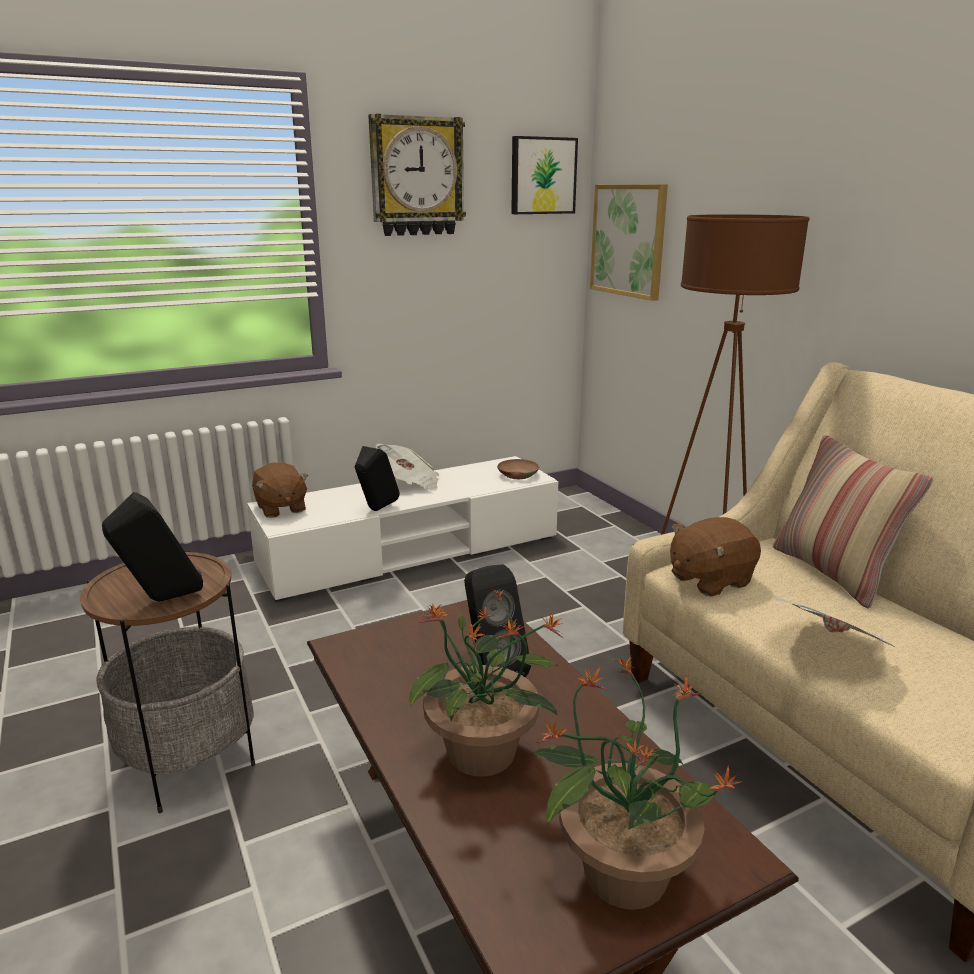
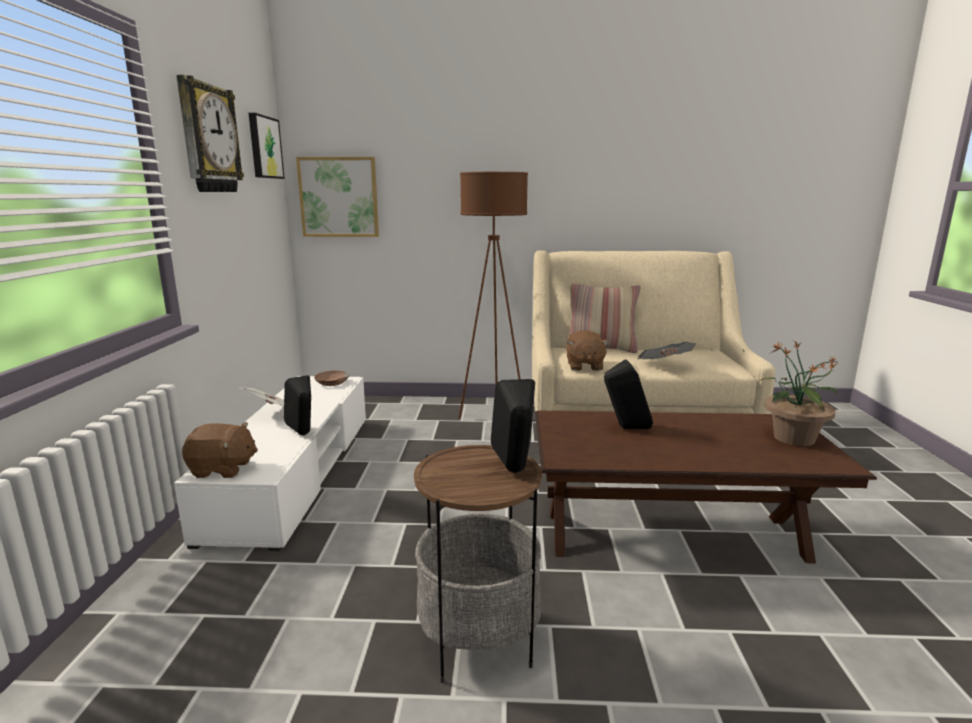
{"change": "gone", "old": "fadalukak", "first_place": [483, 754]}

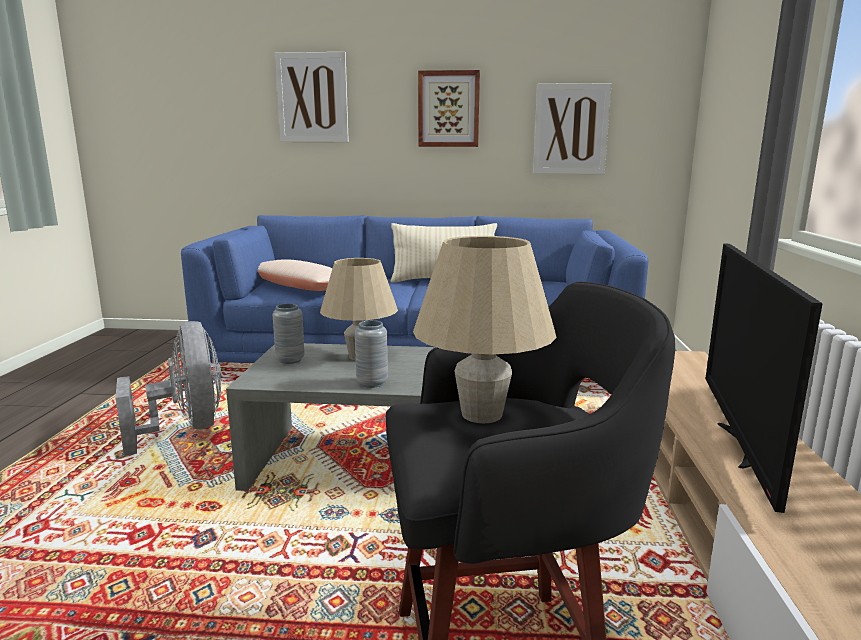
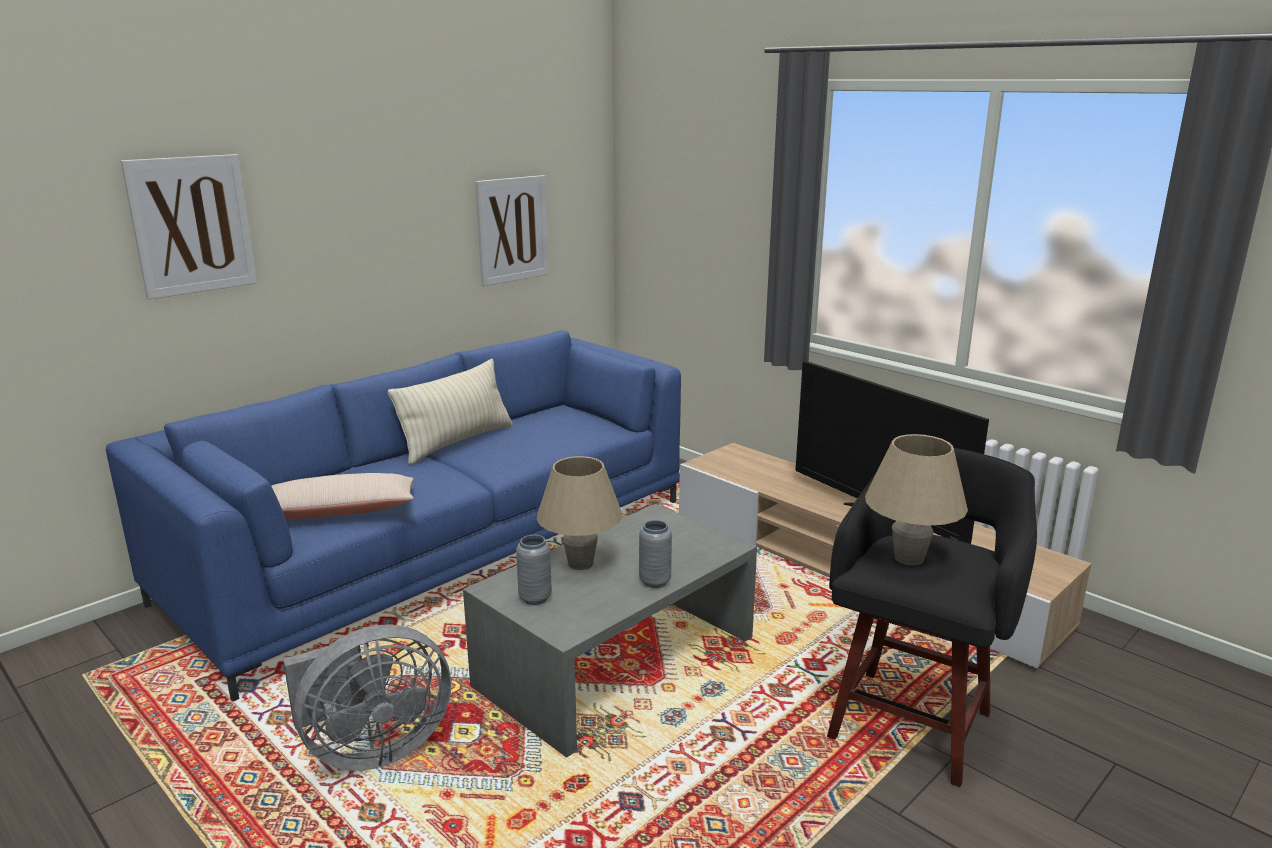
{"change": "rotated", "old": "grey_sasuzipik", "first_place": [187, 428], "second_place": [371, 749], "degrees": 135}
{"change": "gone", "old": "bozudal", "first_place": [448, 109]}

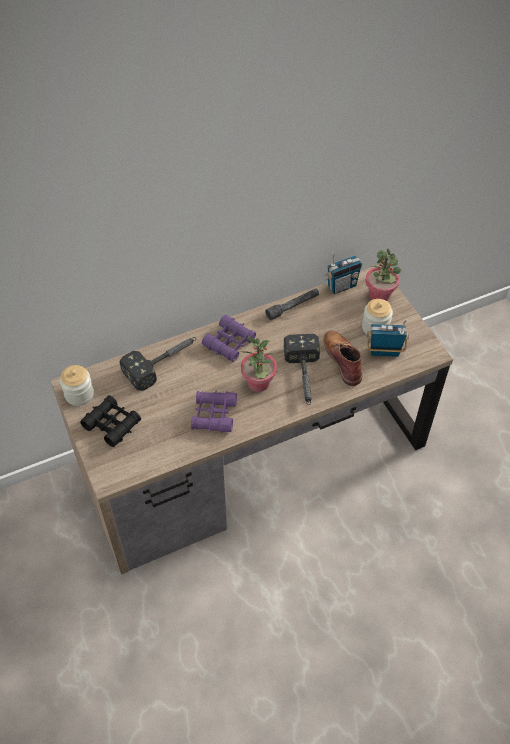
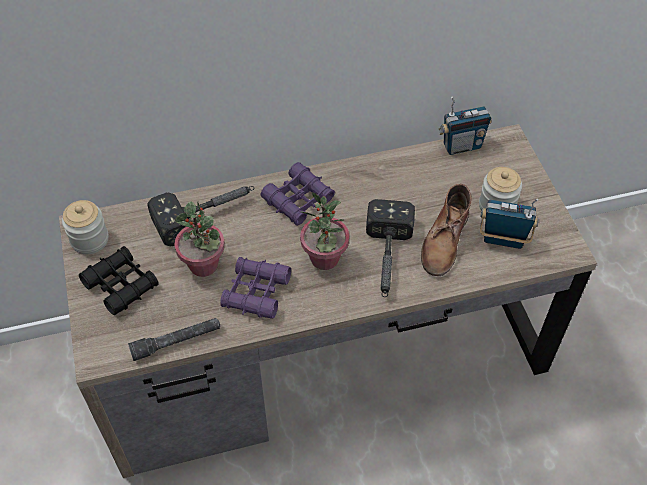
{"change": "shifted", "old": "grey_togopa", "first_place": [293, 307], "second_place": [176, 342]}
{"change": "rotated", "old": "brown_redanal", "first_place": [342, 359], "second_place": [444, 241], "degrees": -150}
{"change": "shifted", "old": "fadalukak", "first_place": [379, 296], "second_place": [204, 265]}

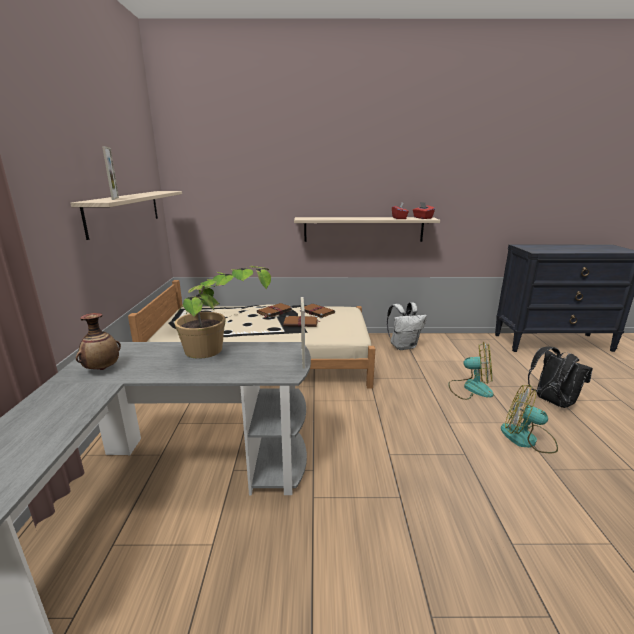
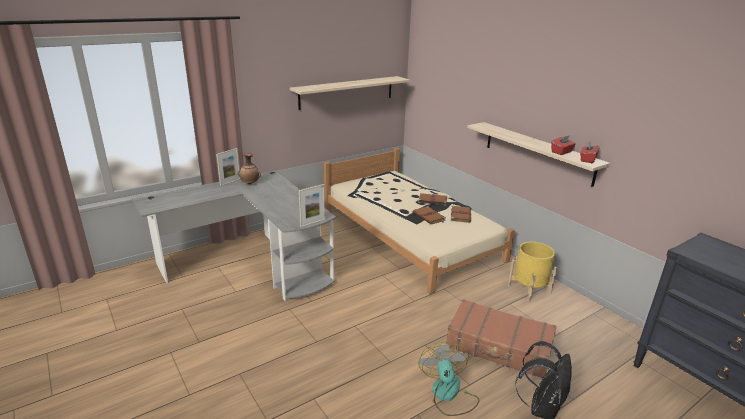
{"change": "shifted", "old": "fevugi", "first_place": [115, 198], "second_place": [230, 182]}
{"change": "gone", "old": "fadalukak", "first_place": [221, 353]}
{"change": "swapped", "old": "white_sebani", "new": "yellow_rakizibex", "first_place": [403, 346], "second_place": [529, 289]}
{"change": "swapped", "old": "sasuzipik", "new": "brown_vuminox", "first_place": [470, 388], "second_place": [499, 347]}

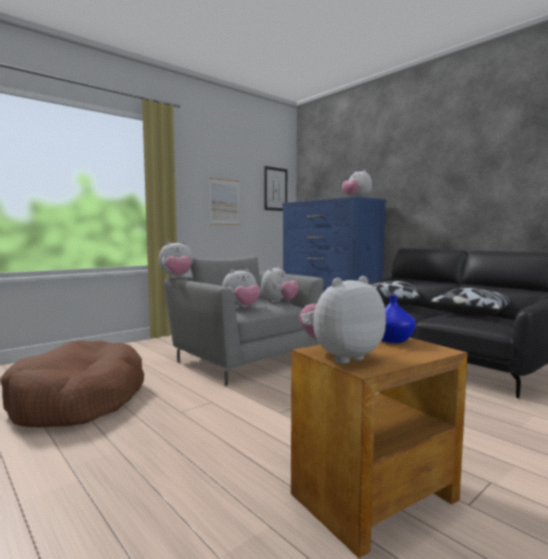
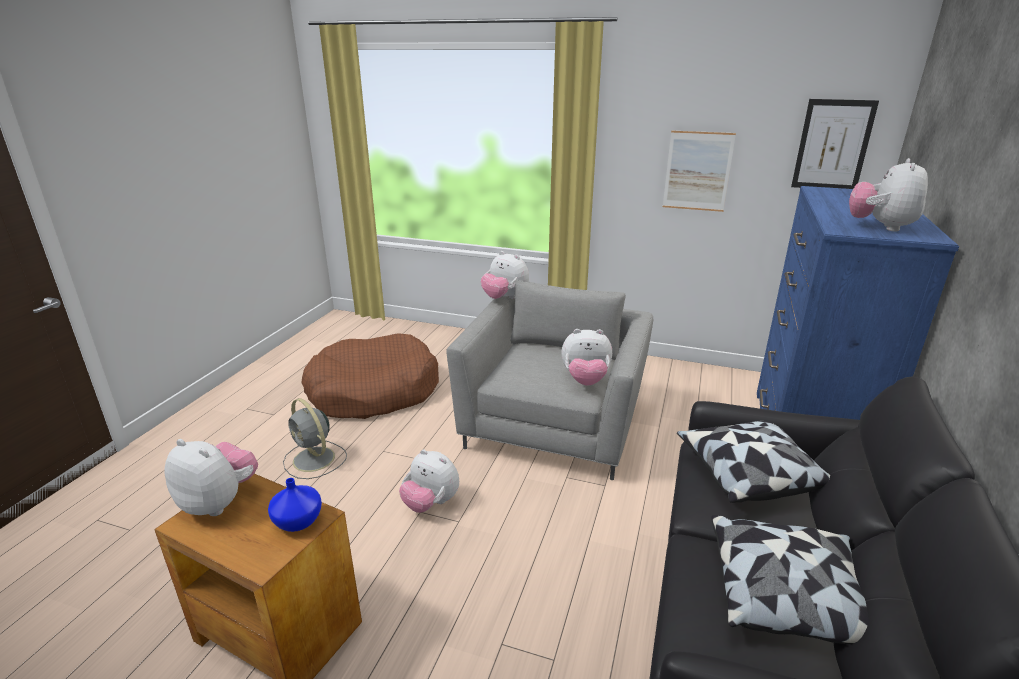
{"change": "shifted", "old": "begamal", "first_place": [242, 308], "second_place": [431, 503]}
{"change": "new", "new": "grey_sasuzipik", "second_place": [315, 460]}

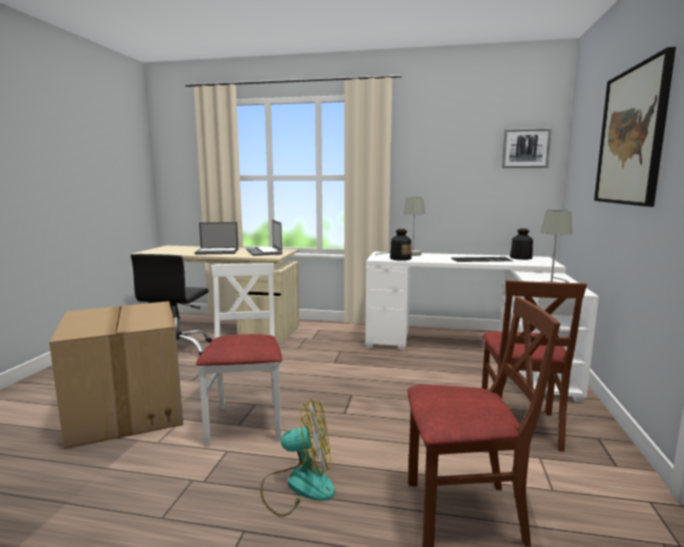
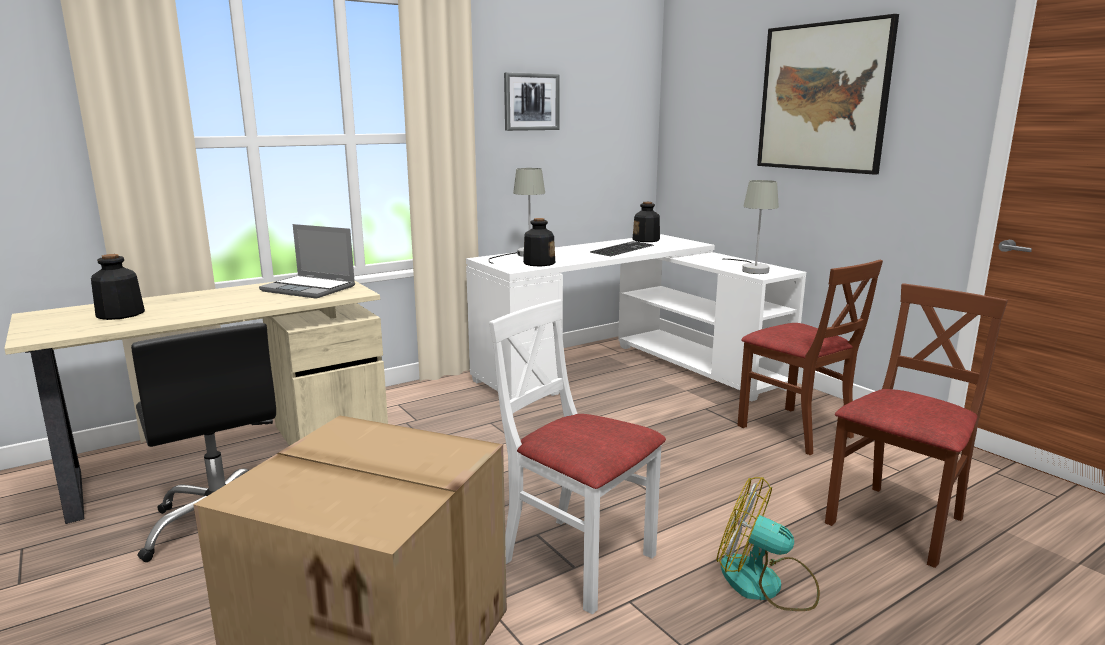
{"change": "gone", "old": "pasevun", "first_place": [218, 251]}
{"change": "rotated", "old": "sasuzipik", "first_place": [298, 485], "second_place": [765, 584], "degrees": -105}
{"change": "shifted", "old": "bozudal", "first_place": [526, 148], "second_place": [531, 102]}
{"change": "new", "new": "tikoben", "second_place": [120, 314]}

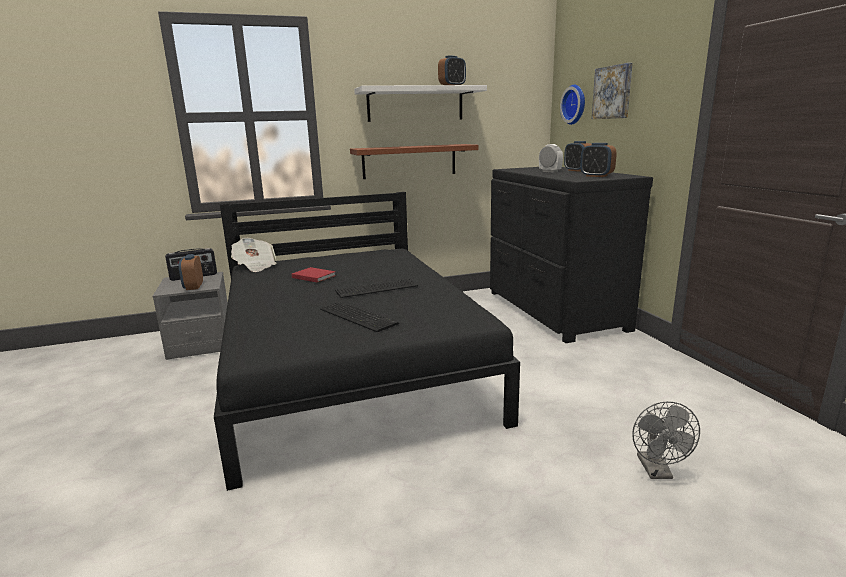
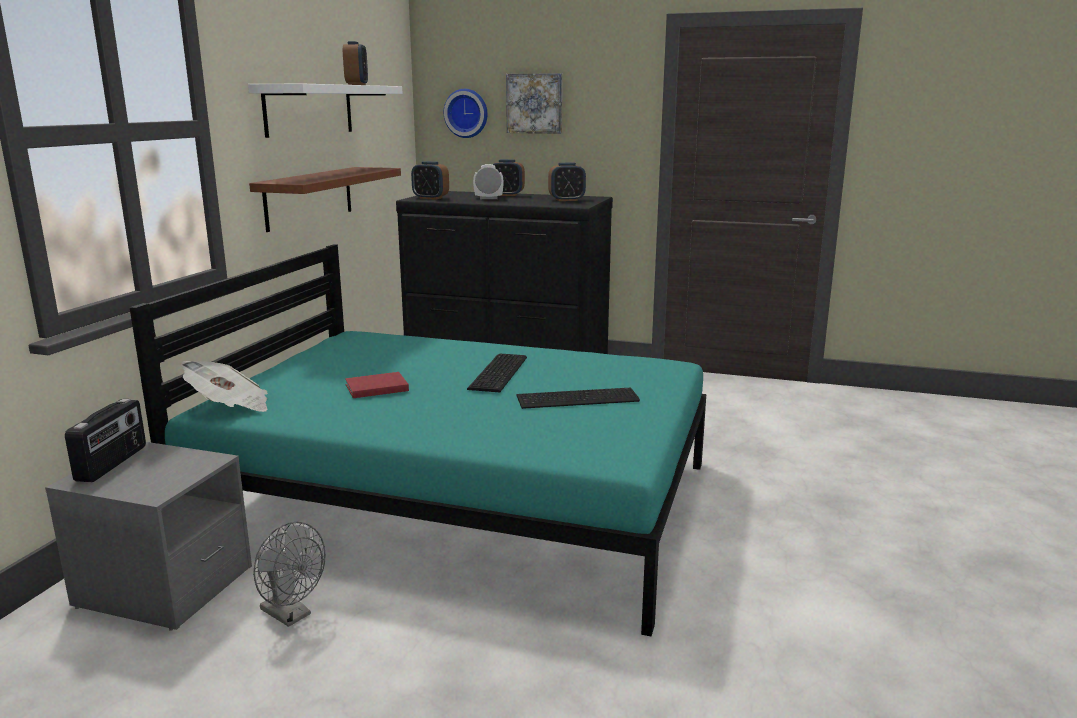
{"change": "shifted", "old": "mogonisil", "first_place": [193, 287], "second_place": [430, 198]}
{"change": "repainted", "old": "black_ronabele", "new": "turquoise_ronabele", "first_place": [349, 366], "second_place": [460, 499]}
{"change": "shifted", "old": "grey_sasuzipik", "first_place": [657, 472], "second_place": [291, 615]}

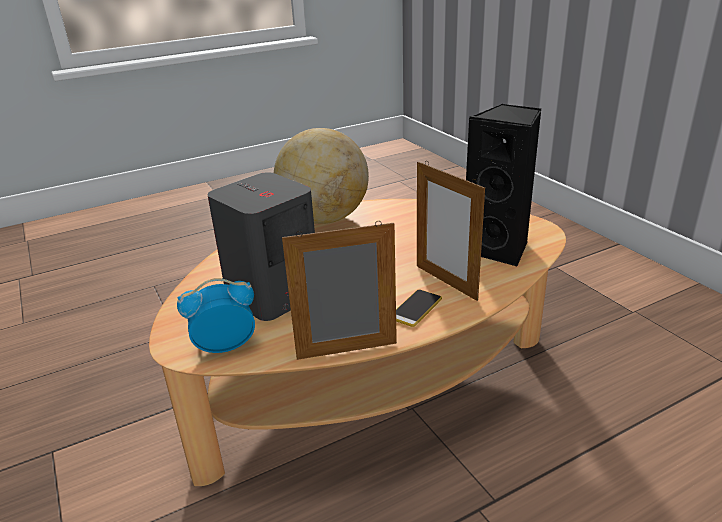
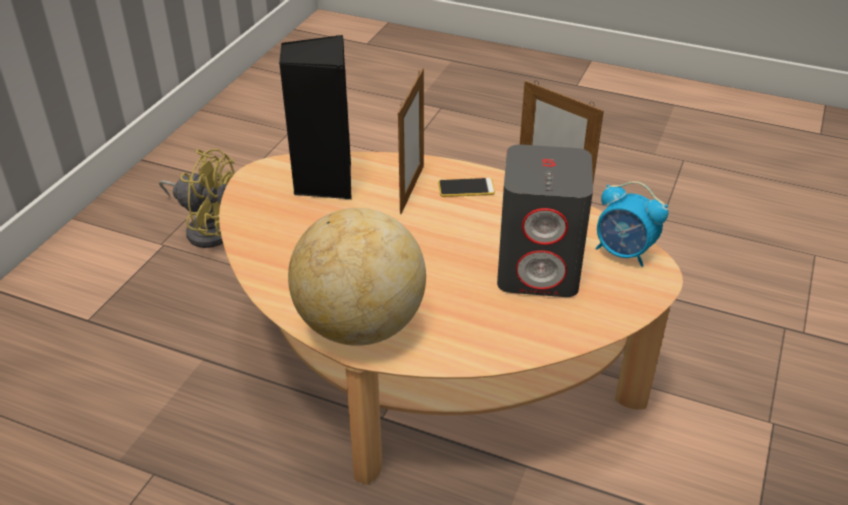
{"change": "new", "new": "yellow_sasuzipik", "second_place": [207, 228]}

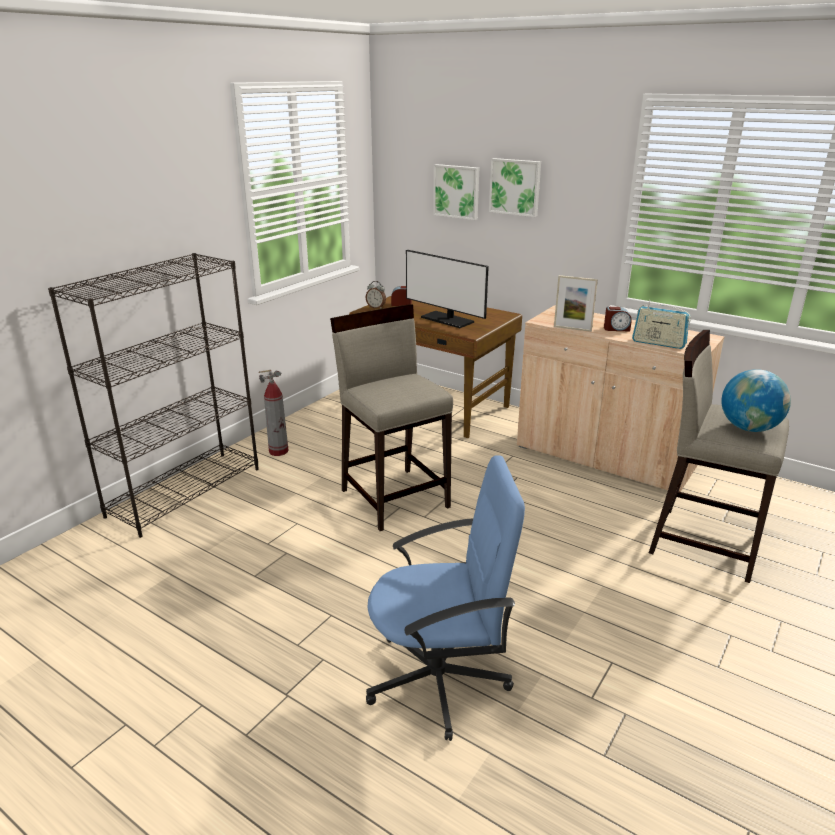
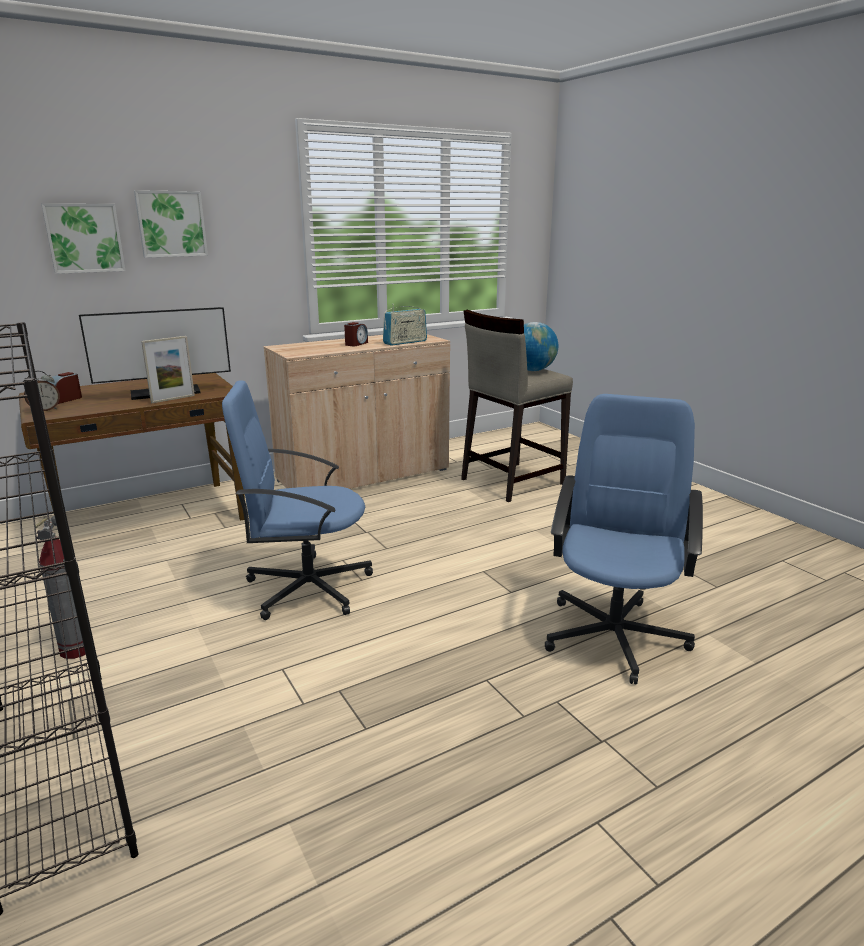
{"change": "swapped", "old": "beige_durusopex", "new": "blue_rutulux", "first_place": [395, 497], "second_place": [306, 587]}
{"change": "shifted", "old": "fevugi", "first_place": [572, 328], "second_place": [173, 399]}

